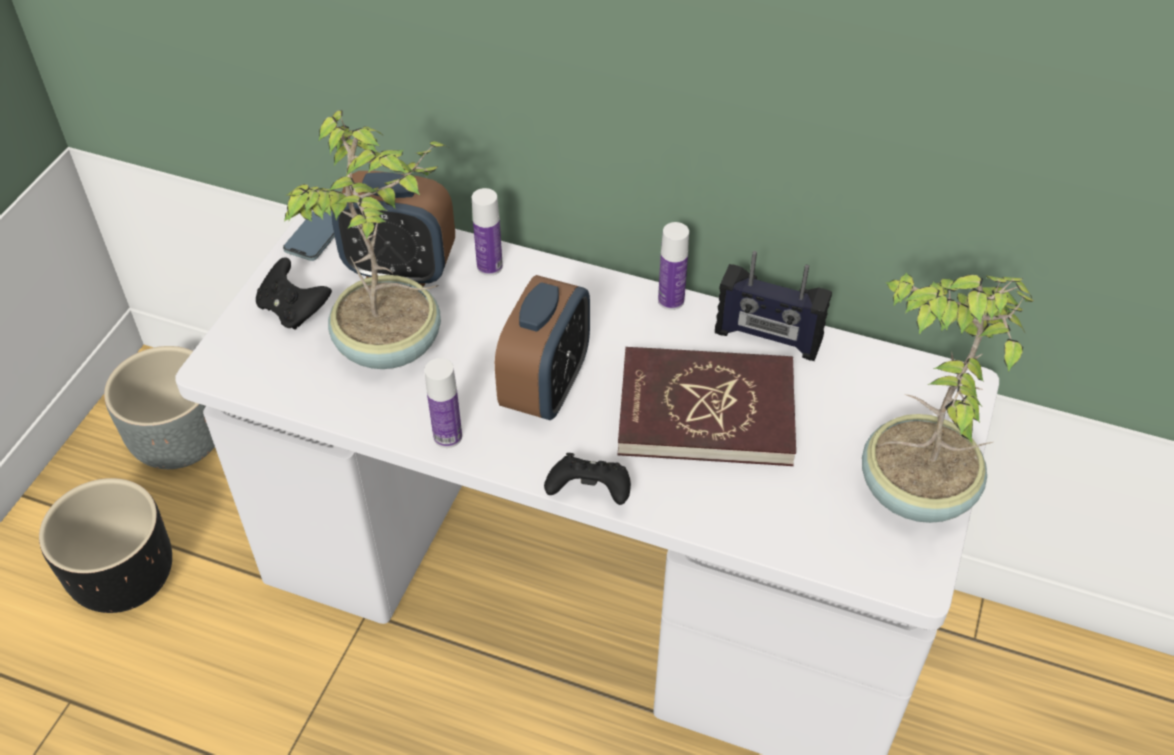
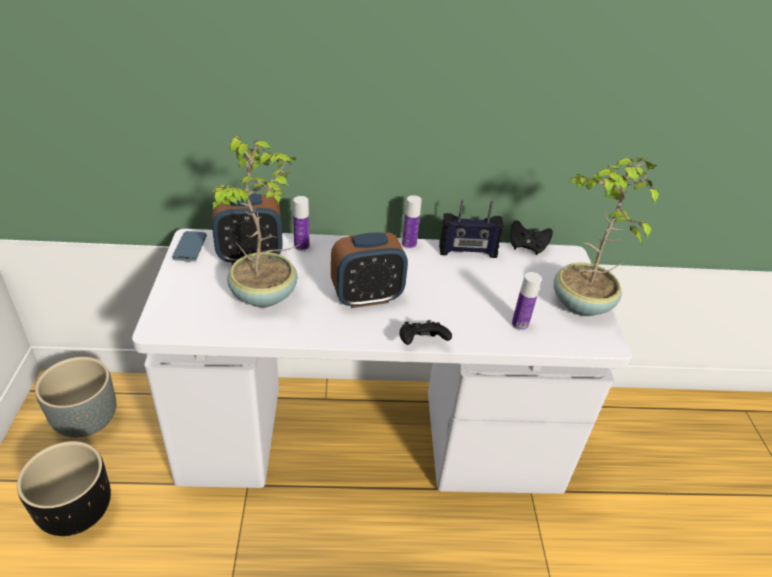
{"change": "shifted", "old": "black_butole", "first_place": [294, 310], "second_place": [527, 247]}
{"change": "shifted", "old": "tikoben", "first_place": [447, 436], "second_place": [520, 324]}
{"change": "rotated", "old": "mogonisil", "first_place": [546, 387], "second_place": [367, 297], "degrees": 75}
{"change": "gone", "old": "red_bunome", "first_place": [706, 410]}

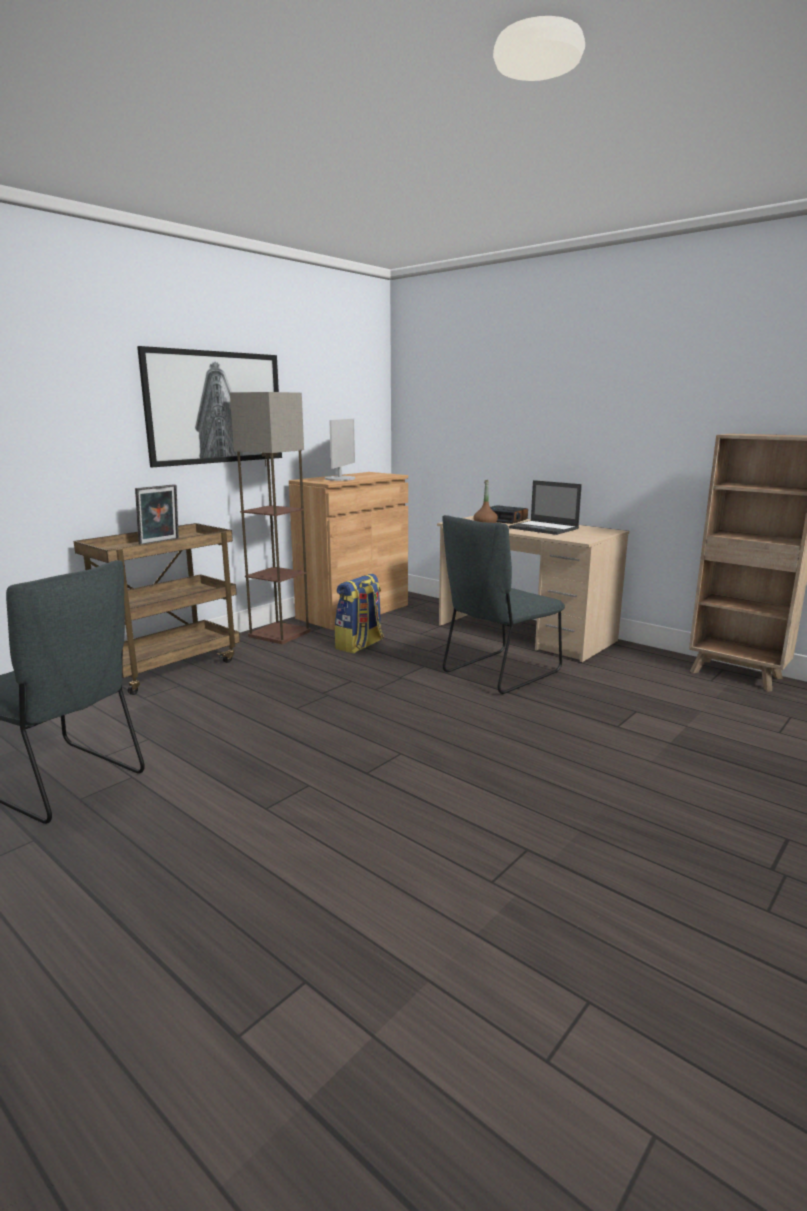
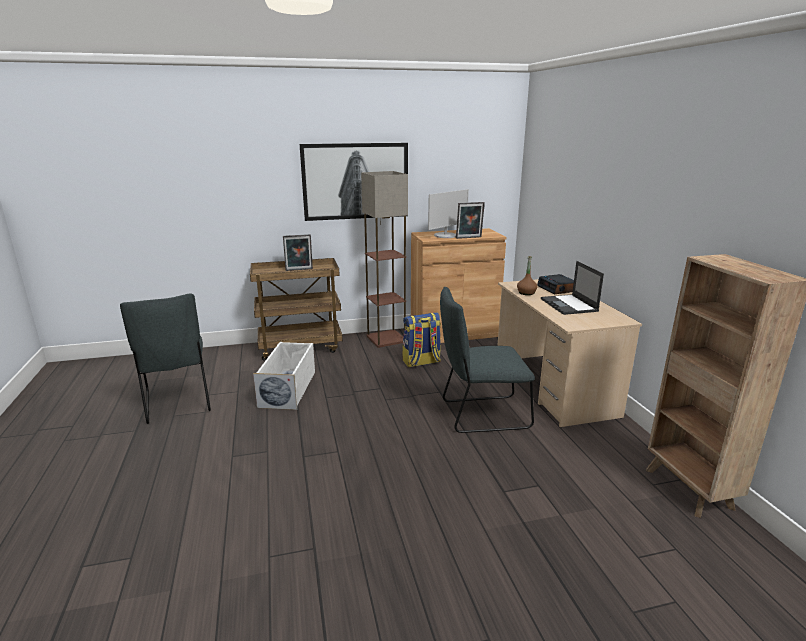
{"change": "new", "new": "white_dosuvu", "second_place": [288, 388]}
{"change": "new", "new": "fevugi", "second_place": [469, 238]}

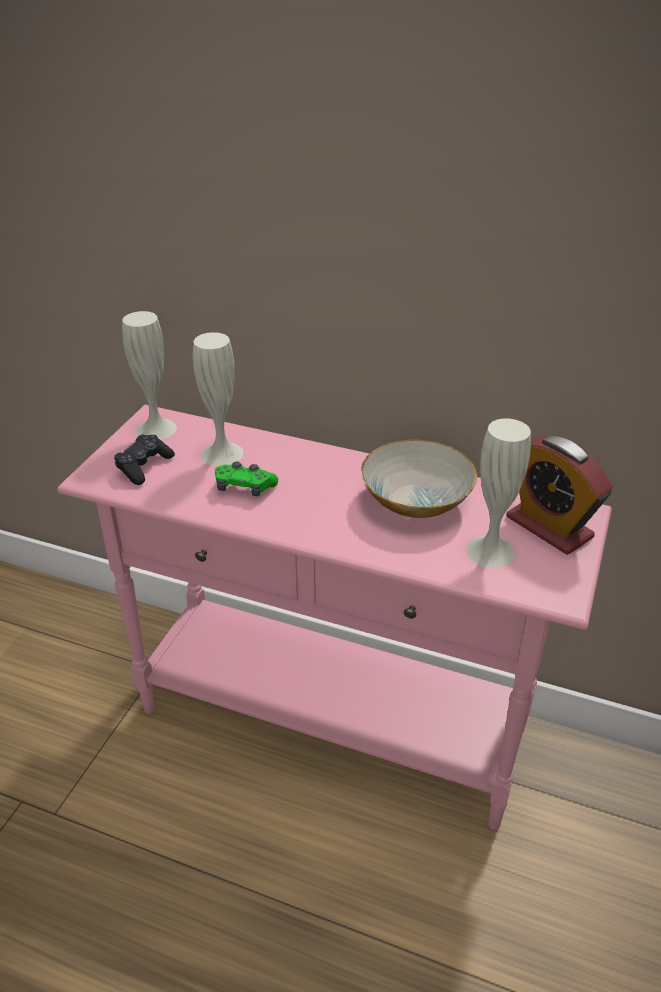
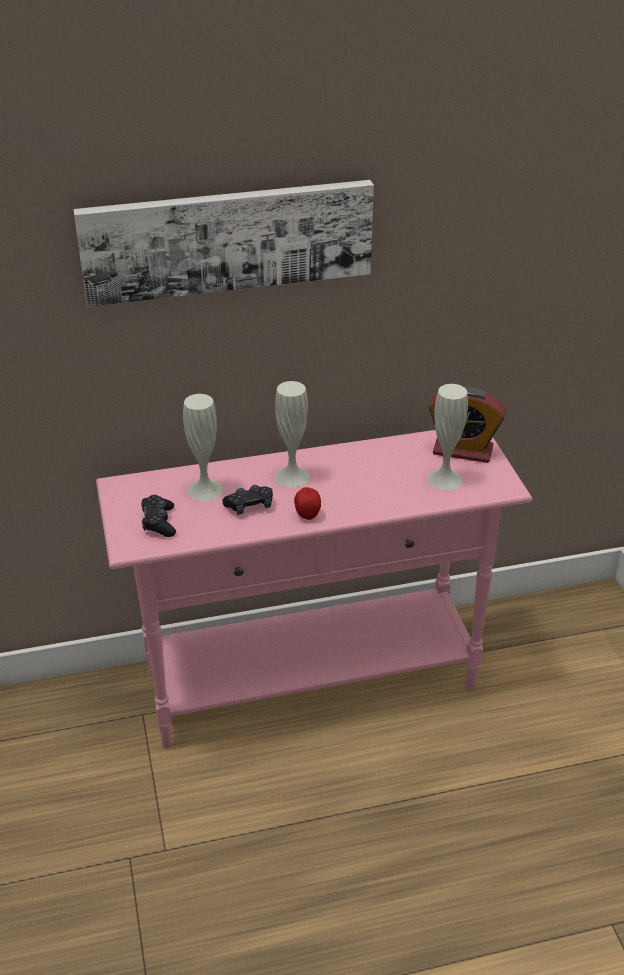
{"change": "shifted", "old": "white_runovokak", "first_place": [156, 429], "second_place": [292, 476]}
{"change": "repainted", "old": "green_butole", "new": "black_butole", "first_place": [245, 487], "second_place": [249, 506]}
{"change": "gone", "old": "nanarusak", "first_place": [415, 500]}
{"change": "new", "new": "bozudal", "second_place": [227, 240]}
{"change": "new", "new": "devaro", "second_place": [307, 516]}

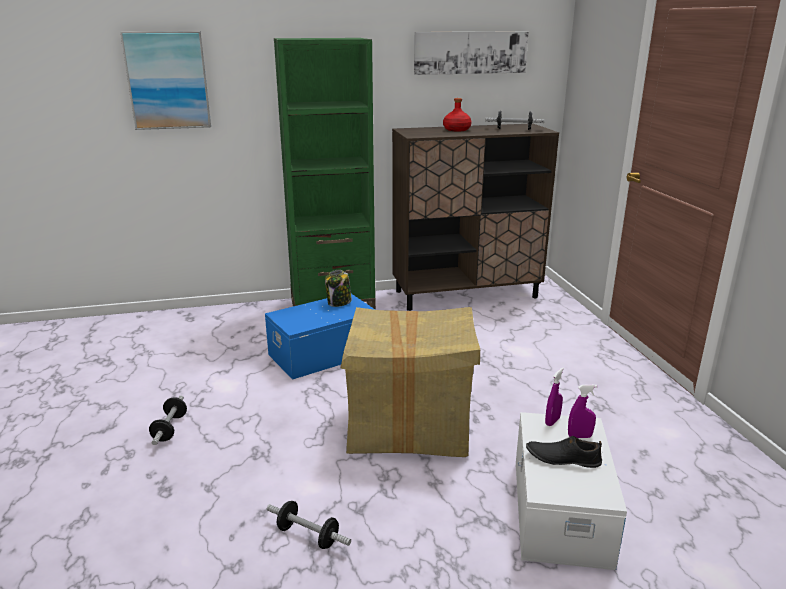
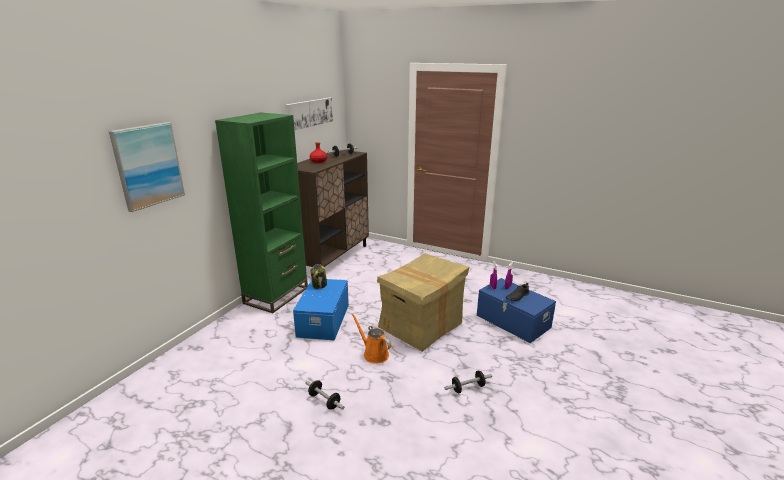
{"change": "repainted", "old": "white_dosuvu", "new": "blue_dosuvu", "first_place": [558, 511], "second_place": [513, 322]}
{"change": "new", "new": "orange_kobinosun", "second_place": [374, 354]}

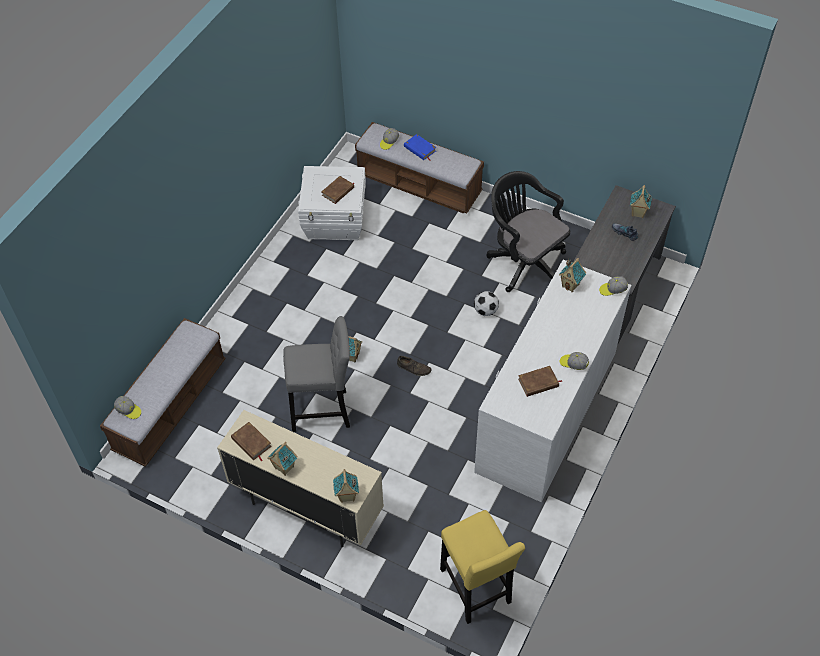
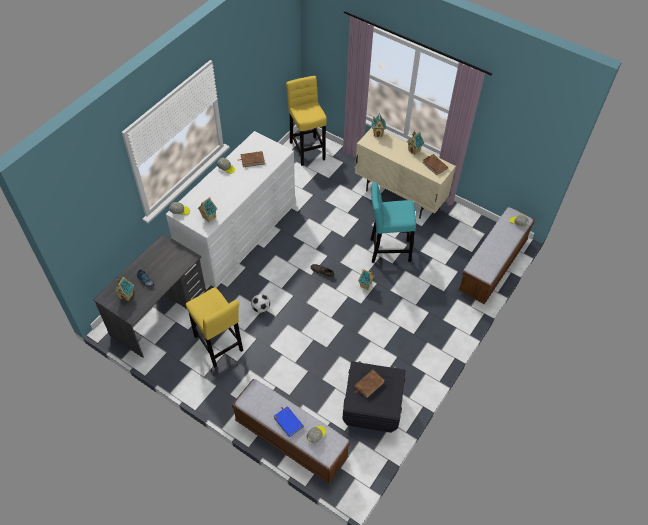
{"change": "repainted", "old": "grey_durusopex", "new": "turquoise_durusopex", "first_place": [323, 411], "second_place": [387, 250]}
{"change": "repainted", "old": "white_dosuvu", "new": "black_dosuvu", "first_place": [335, 221], "second_place": [371, 408]}
{"change": "swapped", "old": "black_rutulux", "new": "yellow_durusopex", "first_place": [524, 262], "second_place": [219, 346]}

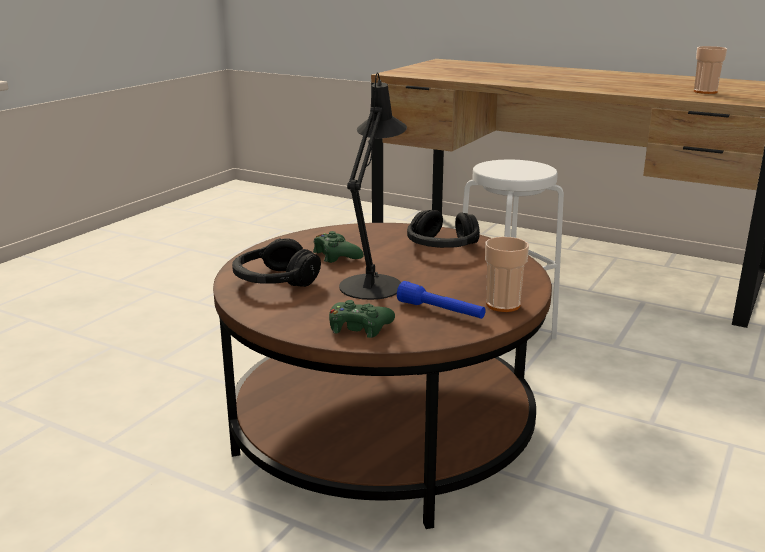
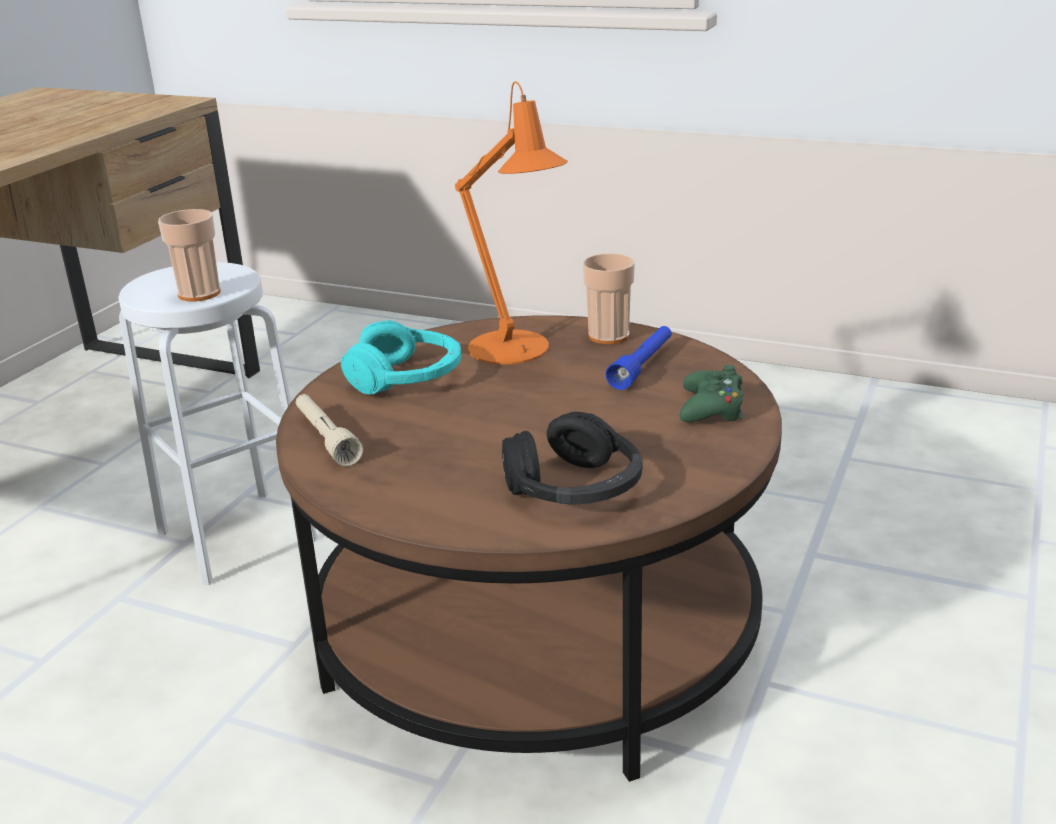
{"change": "gone", "old": "green_butole", "first_place": [336, 255]}
{"change": "gone", "old": "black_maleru", "first_place": [373, 283]}
{"change": "repainted", "old": "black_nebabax", "new": "turquoise_nebabax", "first_place": [442, 246], "second_place": [407, 377]}
{"change": "shifted", "old": "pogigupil", "first_place": [705, 92], "second_place": [199, 293]}
{"change": "new", "new": "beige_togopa", "second_place": [326, 439]}
{"change": "new", "new": "orange_maleru", "second_place": [515, 351]}

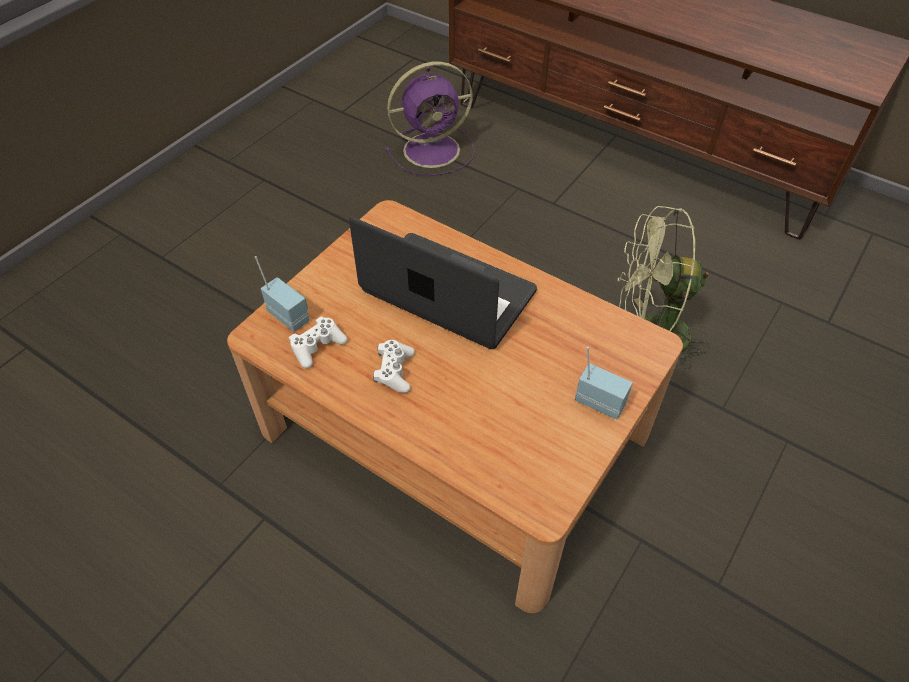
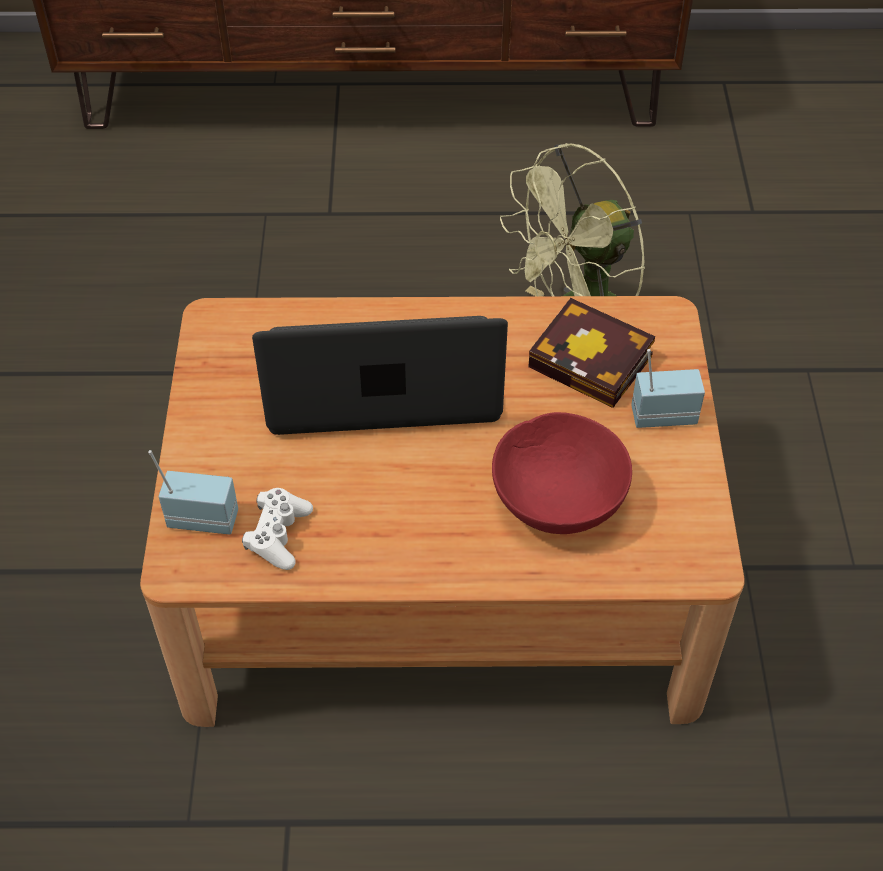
{"change": "gone", "old": "white_butole", "first_place": [394, 371]}
{"change": "gone", "old": "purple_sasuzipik", "first_place": [434, 149]}
{"change": "new", "new": "red_nanarusak", "second_place": [557, 501]}
{"change": "new", "new": "bunome", "second_place": [596, 363]}

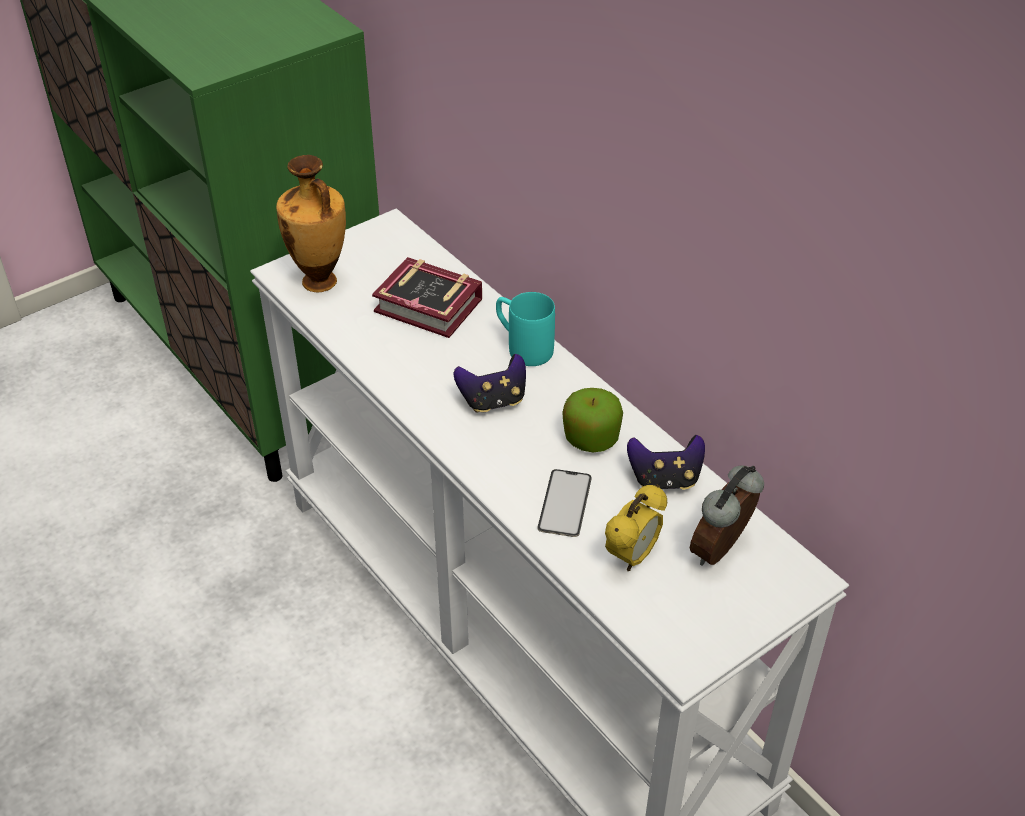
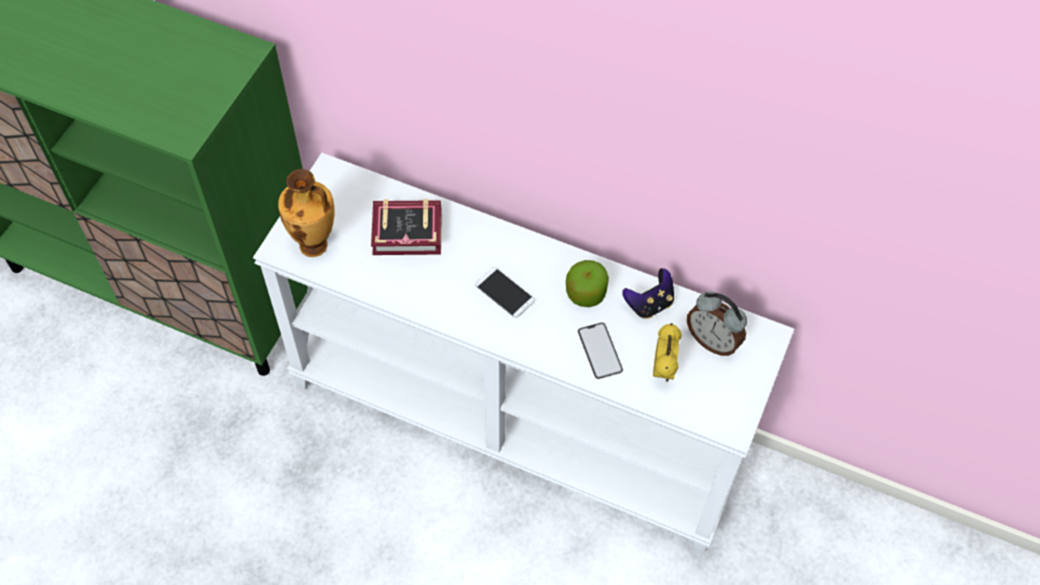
{"change": "swapped", "old": "butole", "new": "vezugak", "first_place": [493, 401], "second_place": [504, 293]}
{"change": "gone", "old": "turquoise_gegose", "first_place": [522, 347]}
{"change": "rotated", "old": "mogonisil", "first_place": [722, 551], "second_place": [712, 340], "degrees": -60}

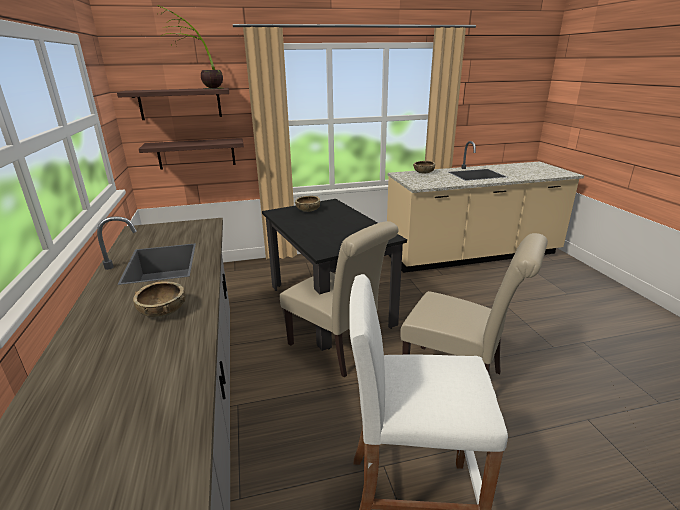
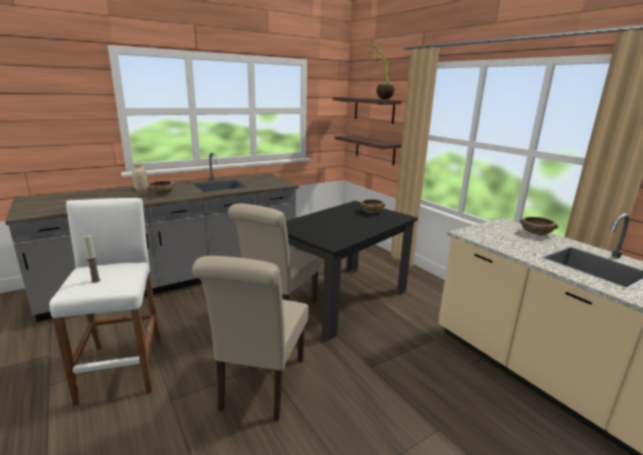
{"change": "new", "new": "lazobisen", "second_place": [95, 280]}
{"change": "new", "new": "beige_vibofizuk", "second_place": [141, 189]}

